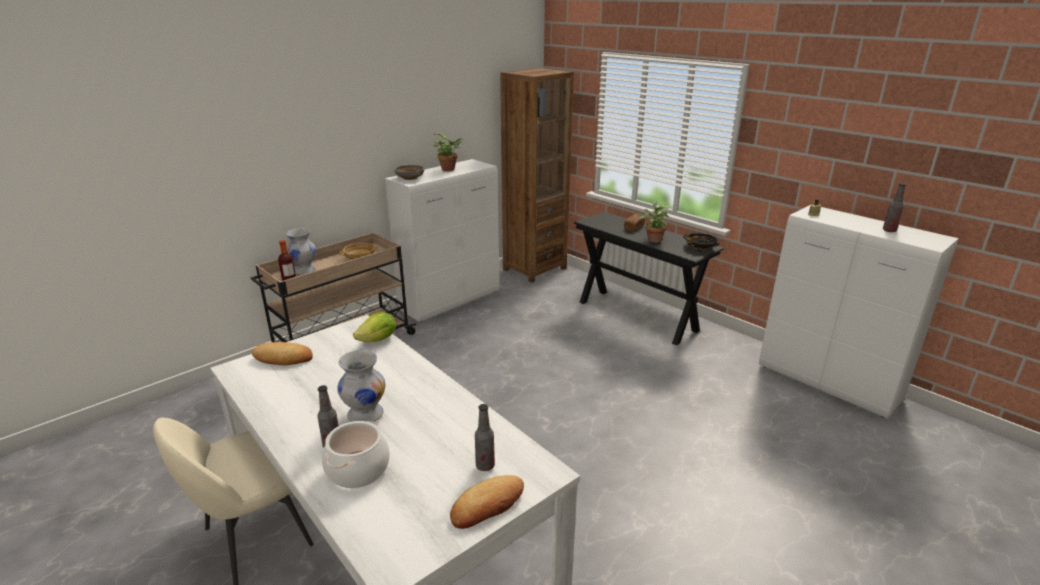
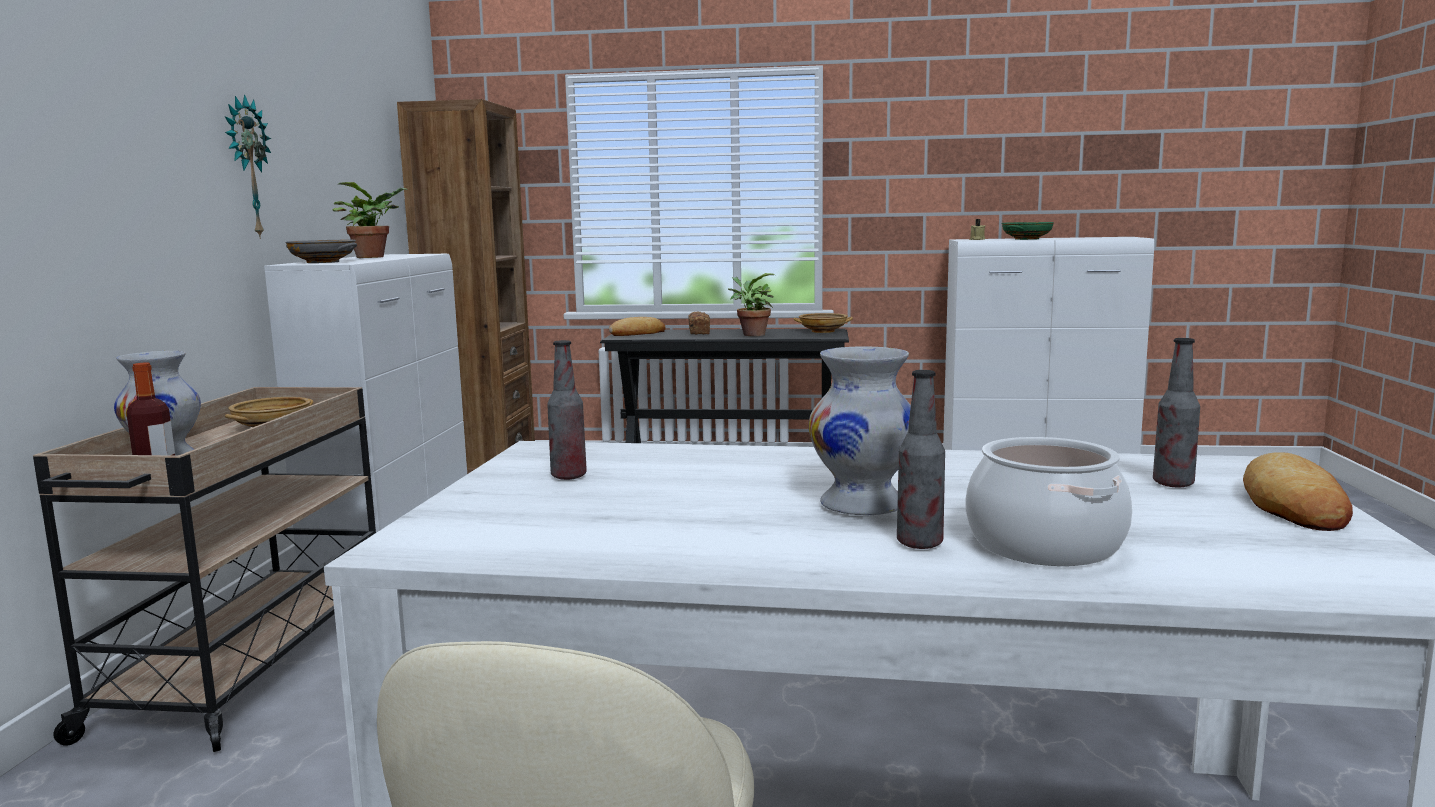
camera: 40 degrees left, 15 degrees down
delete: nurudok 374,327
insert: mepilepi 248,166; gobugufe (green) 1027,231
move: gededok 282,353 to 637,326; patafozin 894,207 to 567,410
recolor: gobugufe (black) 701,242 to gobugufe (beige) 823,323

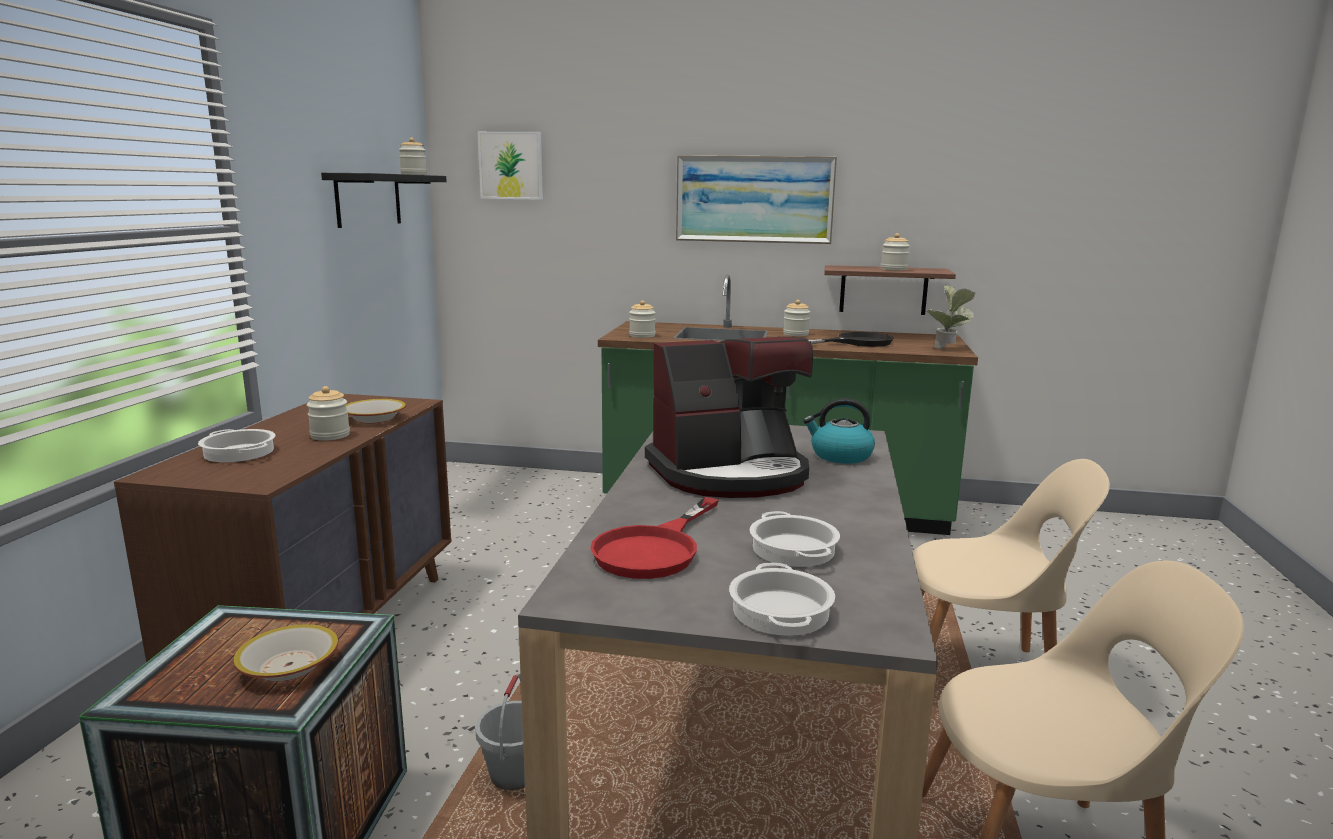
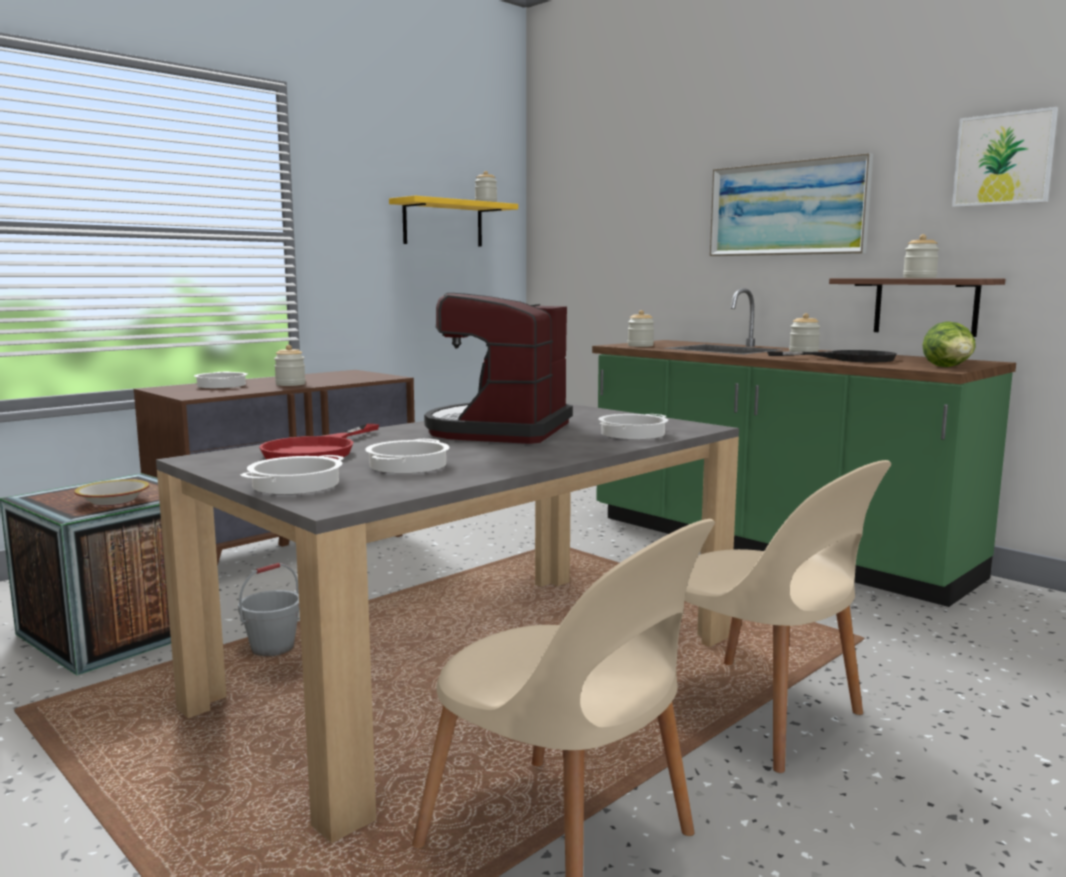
camera: 35 degrees right, 5 degrees down
delete: gobugufe 376,411
move: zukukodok 510,166 to 1005,157
replace: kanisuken 839,431 to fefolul 633,426; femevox 951,316 to nurudok 949,344
recolor: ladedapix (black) 384,200 to ladedapix (yellow) 453,221
rotate: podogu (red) 654,538 = 319,441 45 degrees counterclockwise; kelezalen 729,417 = 498,368 90 degrees clockwise

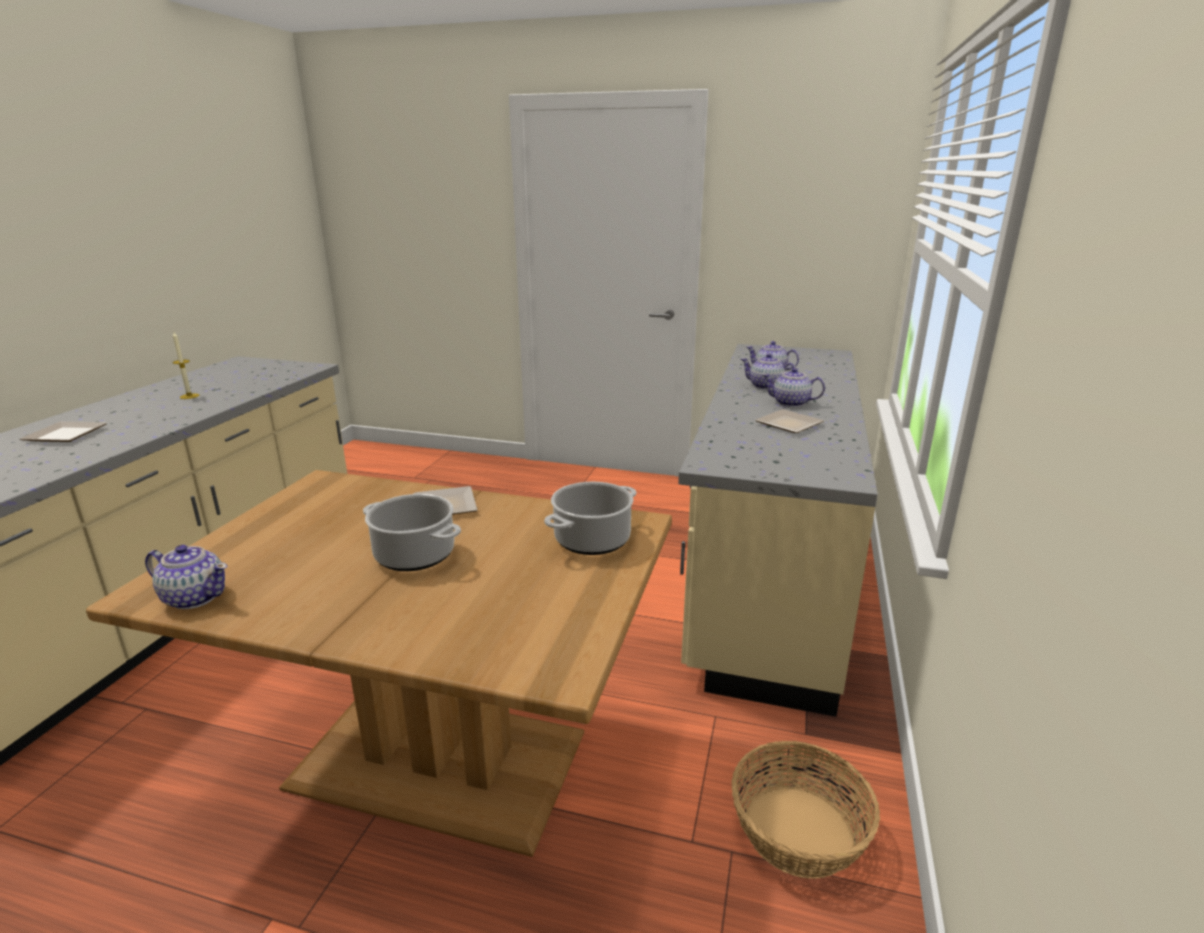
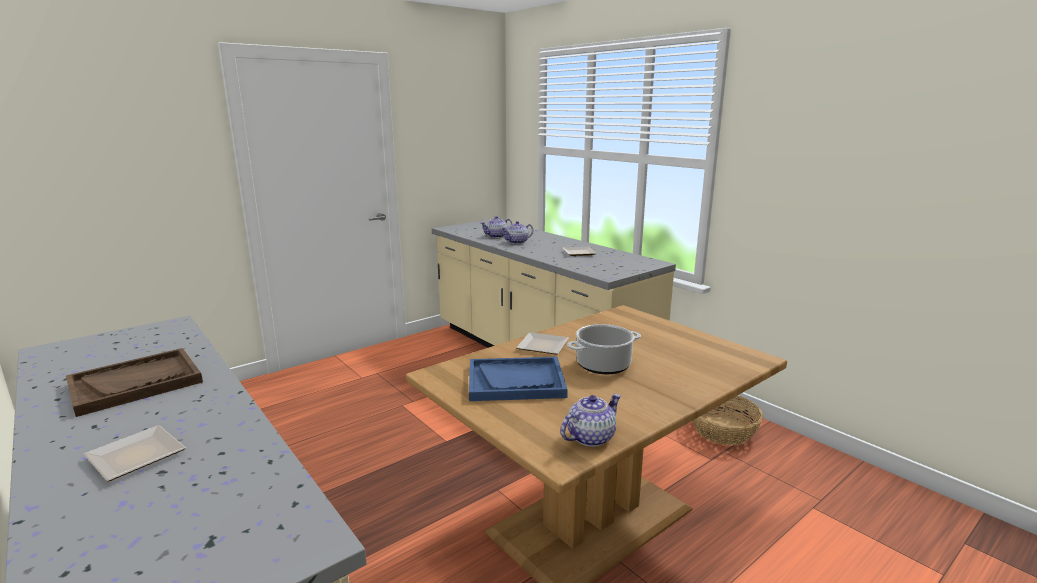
camera: 55 degrees left, 5 degrees down
delete: fefolul 590,518; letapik 793,387
insert: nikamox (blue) 518,379
replace: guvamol 185,365 to nikamox (brown) 134,382

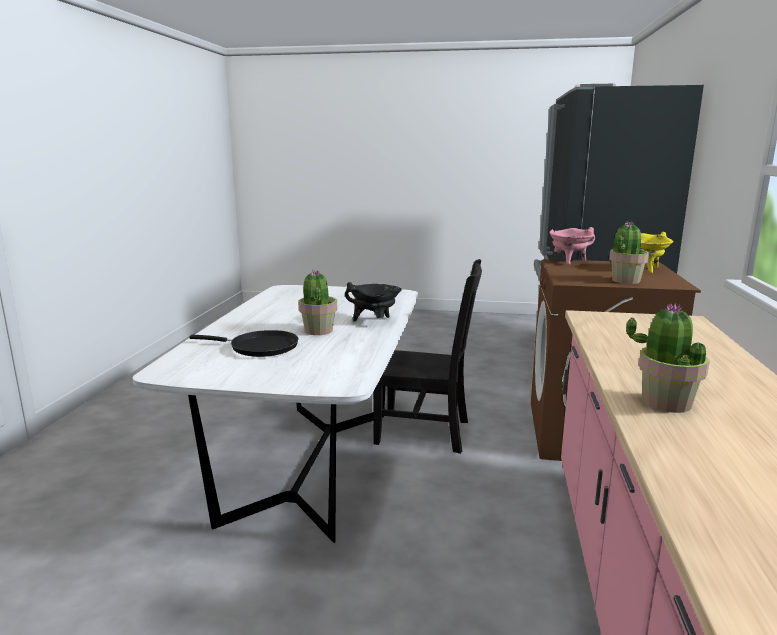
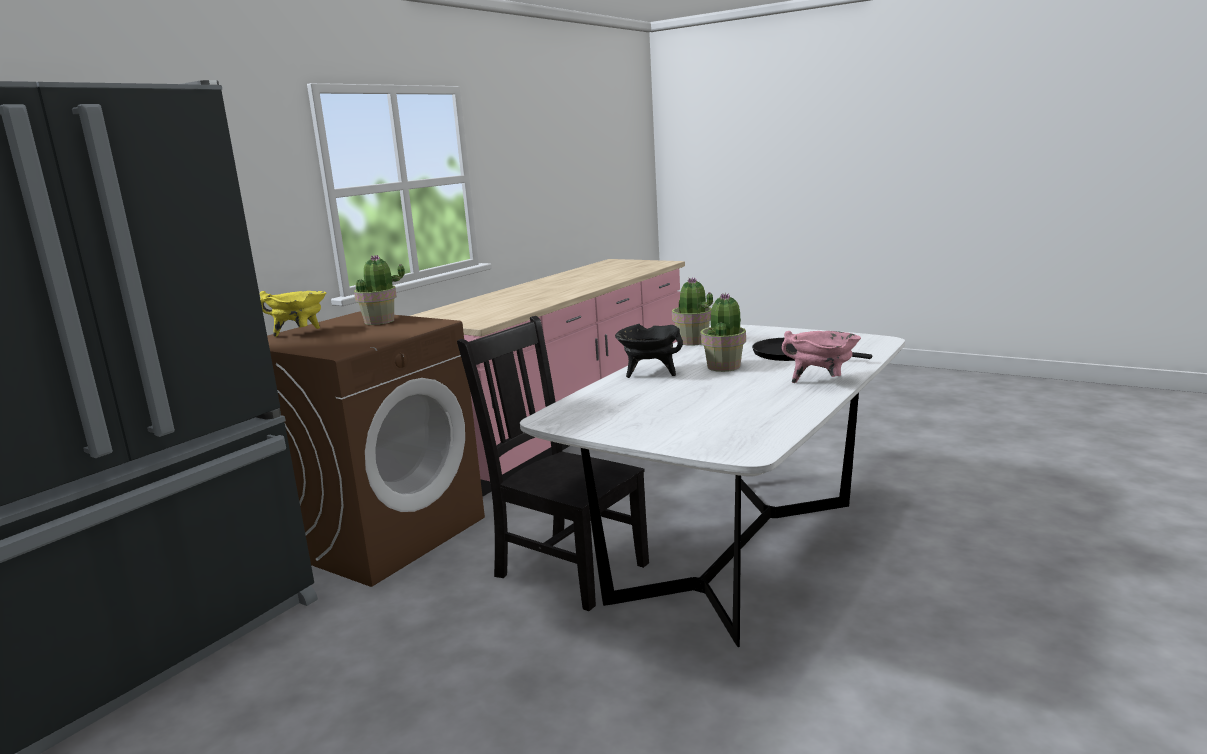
camera: 155 degrees left, 0 degrees up
move: fefolul (pink) 572,246 to 821,357; femevox 668,358 to 692,311

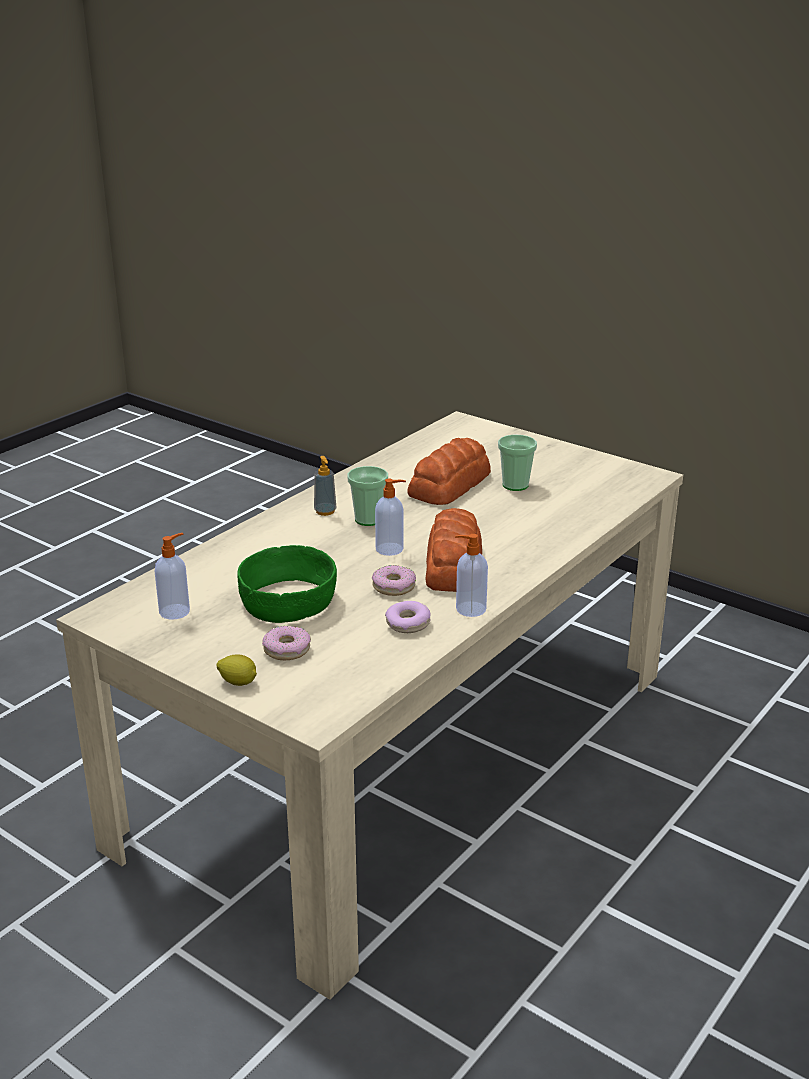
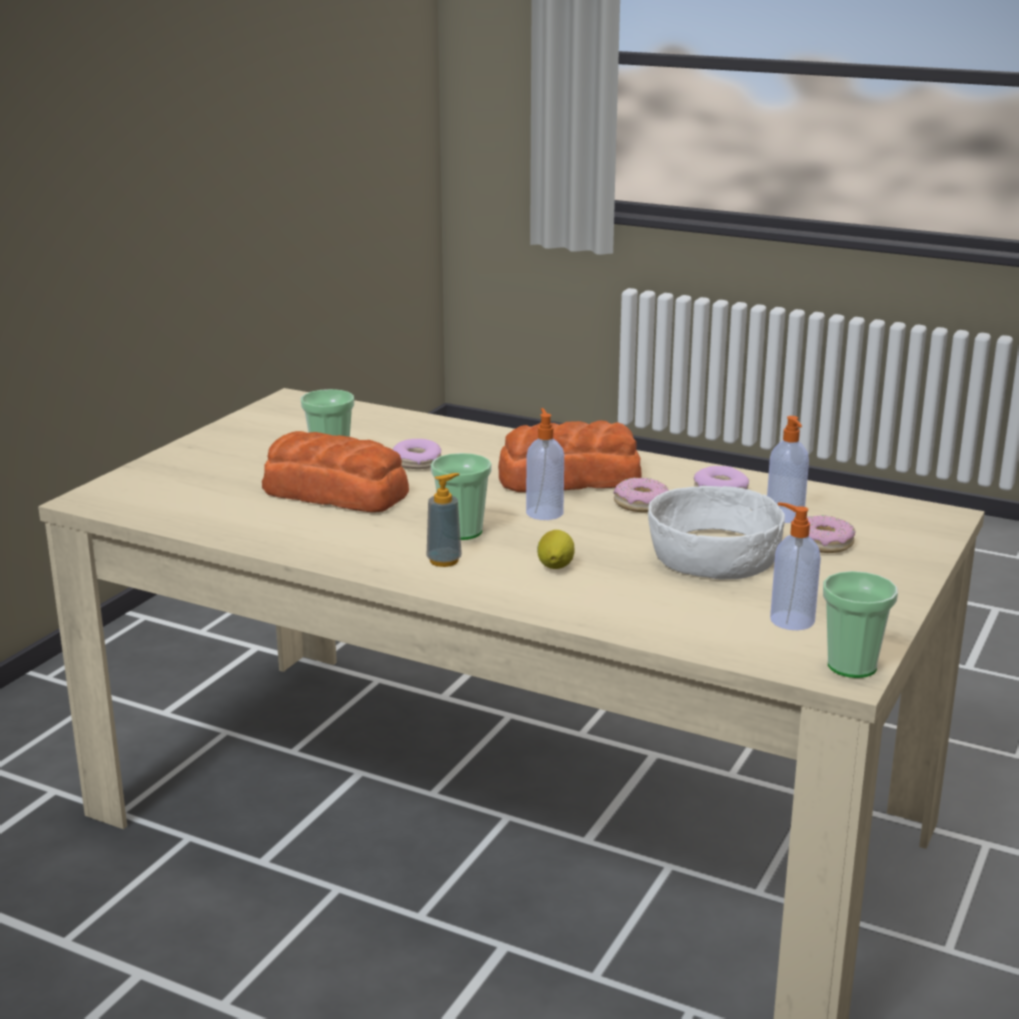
camera: 100 degrees left, 5 degrees down
insert: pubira 416,454; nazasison 860,624
move: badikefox 236,670 to 555,549; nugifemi 471,575 to 788,469
recolor: gobugufe (green) 287,584 to gobugufe (white) 716,532

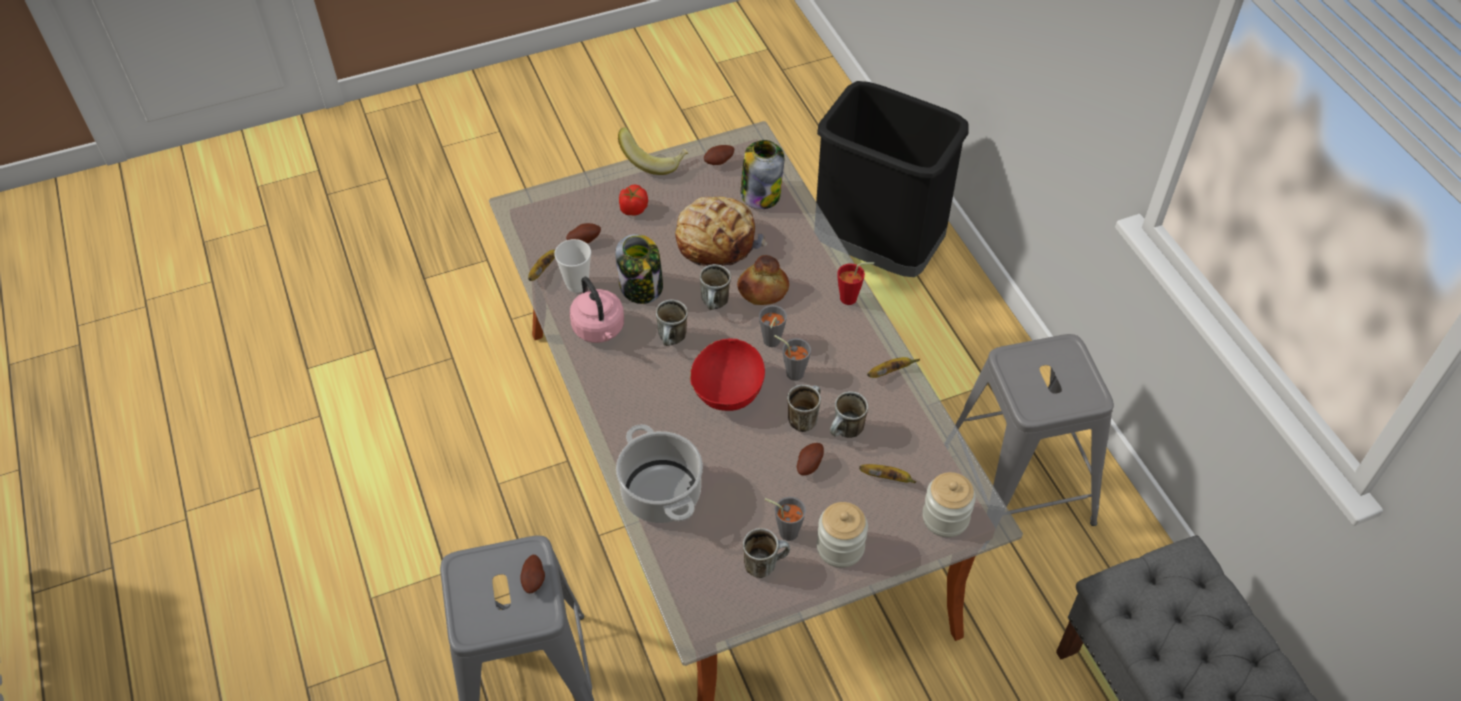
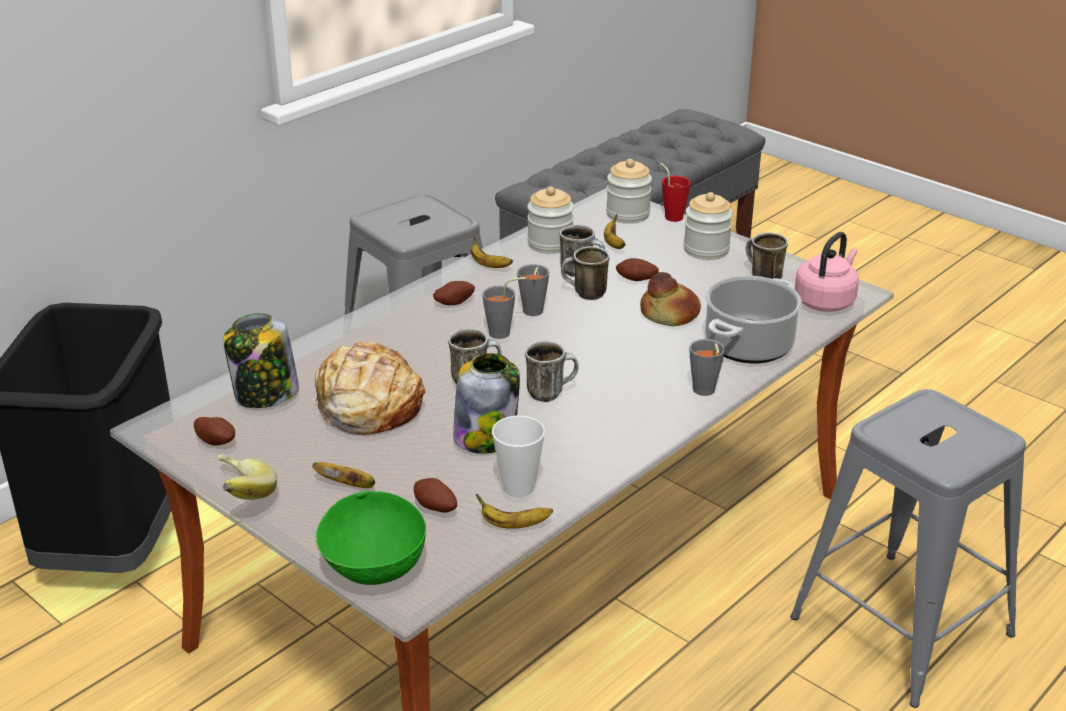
camera: 115 degrees left, 20 degrees down
delete: gobugufe (red) 727,374
insert: gobugufe (green) 371,538; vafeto 550,220
move: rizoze 532,574 to 454,293; kanisuken (pink) 597,310 to 827,272; gededok 763,280 to 670,299; nazasison (grey) 785,519 to 707,367; nazasison (red) 855,283 to 675,192
replace: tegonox 633,200 to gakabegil 343,475

